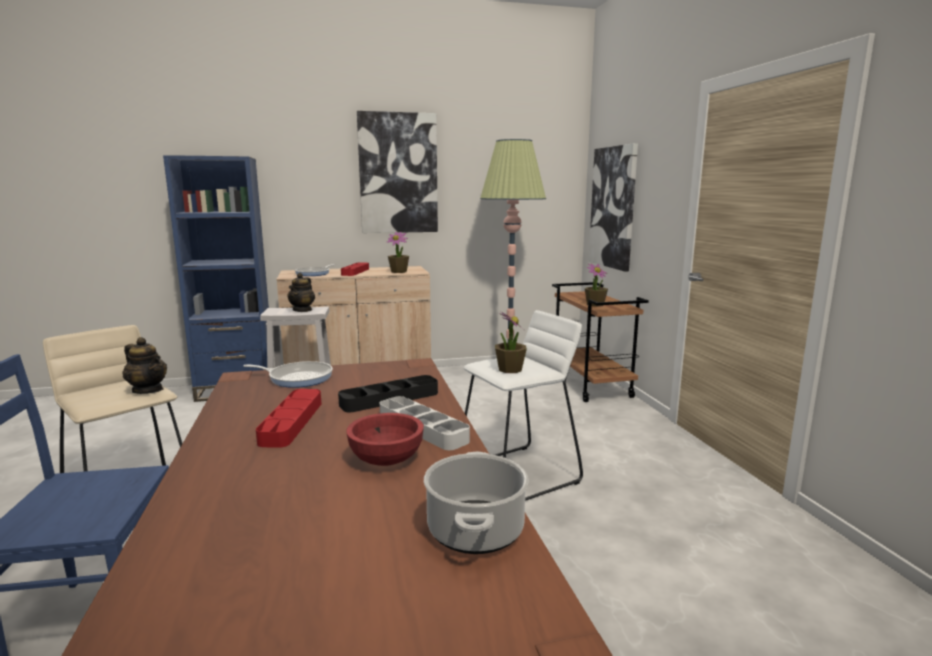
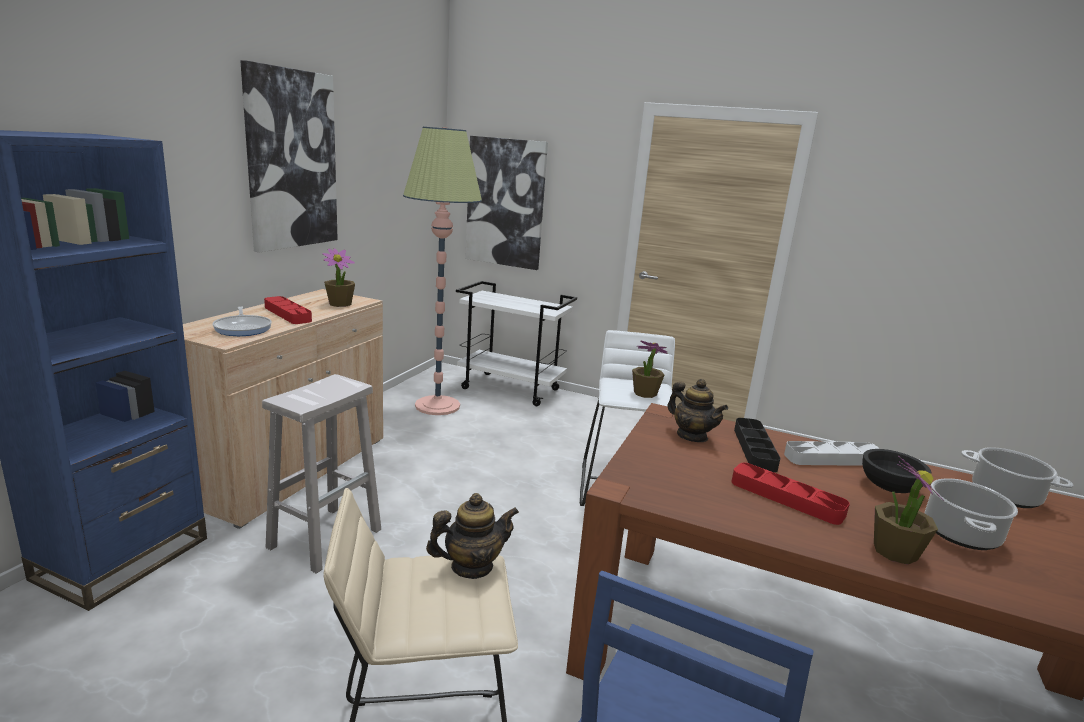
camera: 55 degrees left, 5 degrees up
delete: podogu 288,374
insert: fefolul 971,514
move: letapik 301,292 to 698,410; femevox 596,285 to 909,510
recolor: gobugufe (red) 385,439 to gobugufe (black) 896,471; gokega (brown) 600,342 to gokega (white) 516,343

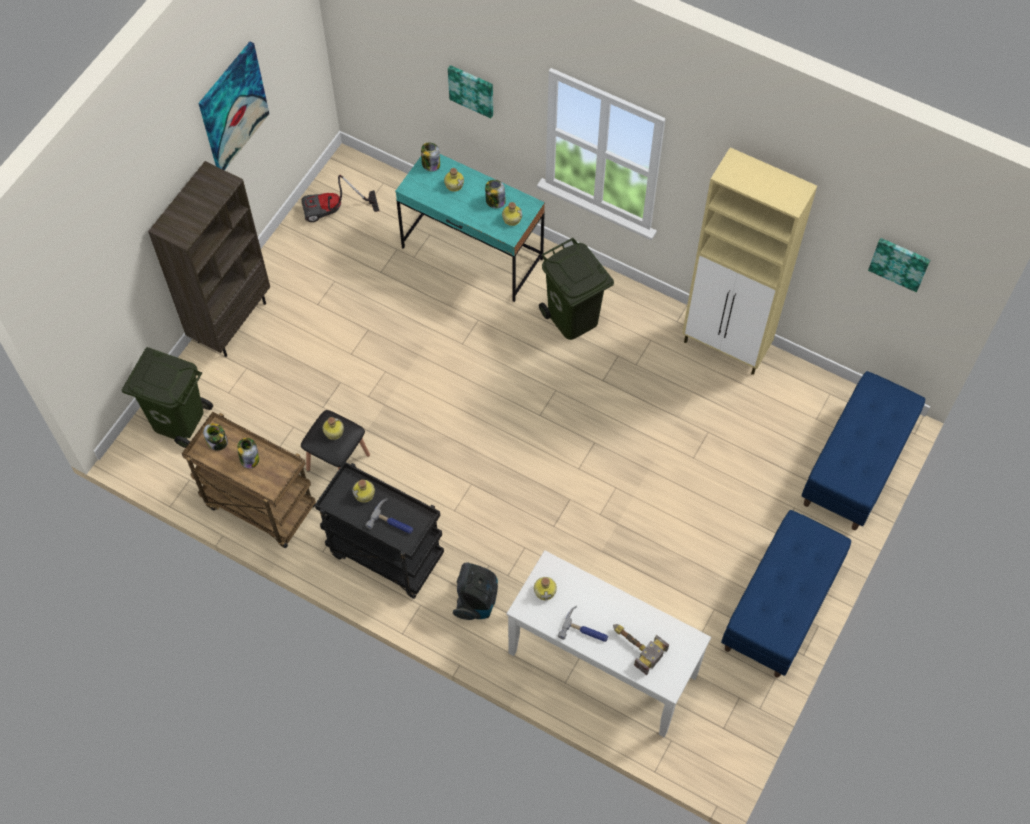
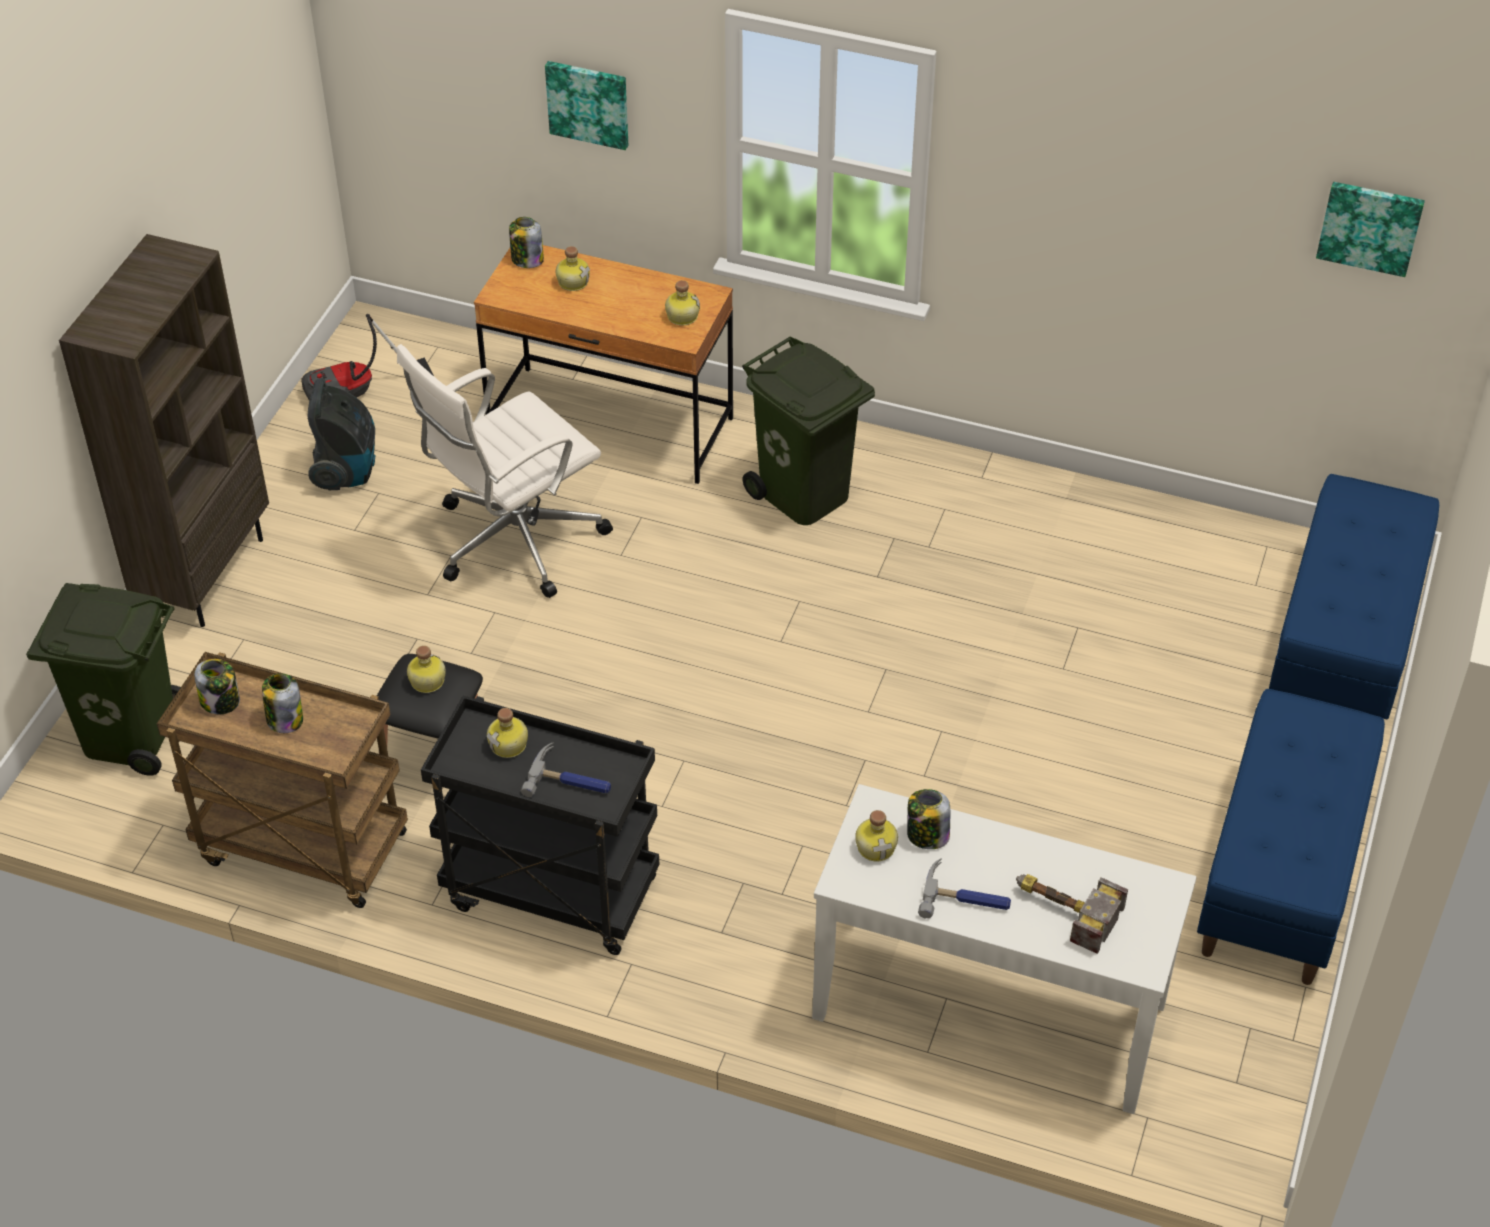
camera: 10 degrees left, 15 degrees down
delete: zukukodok 233,106; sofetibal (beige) 749,261
insert: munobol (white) 505,471
move: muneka 475,591 to 342,434; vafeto 495,194 to 928,819
recolor: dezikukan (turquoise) 470,228 to dezikukan (brown) 603,364

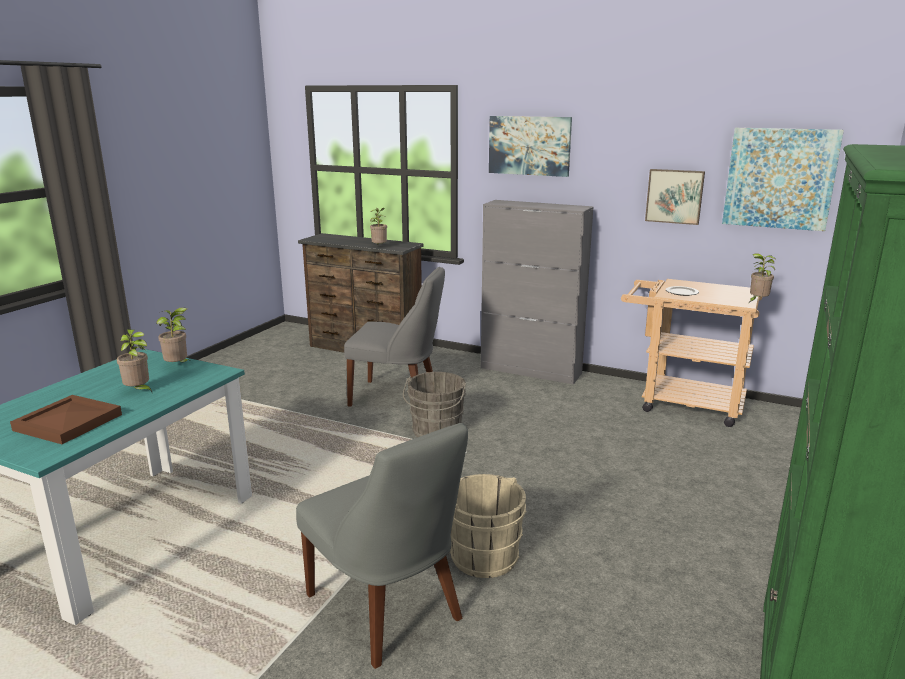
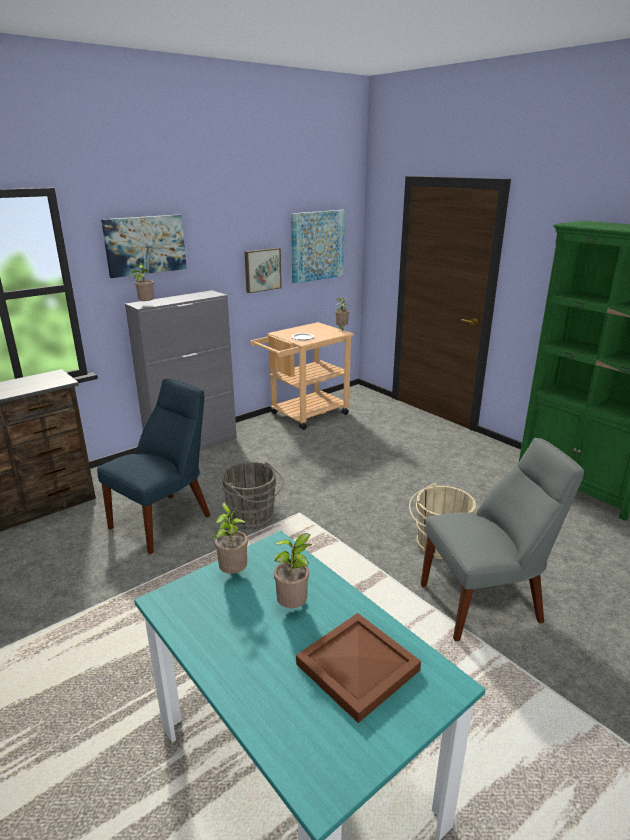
camera: 65 degrees left, 5 degrees up
move: femevox 378,226 to 142,283
recolor: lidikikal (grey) 394,336 to lidikikal (blue) 154,466

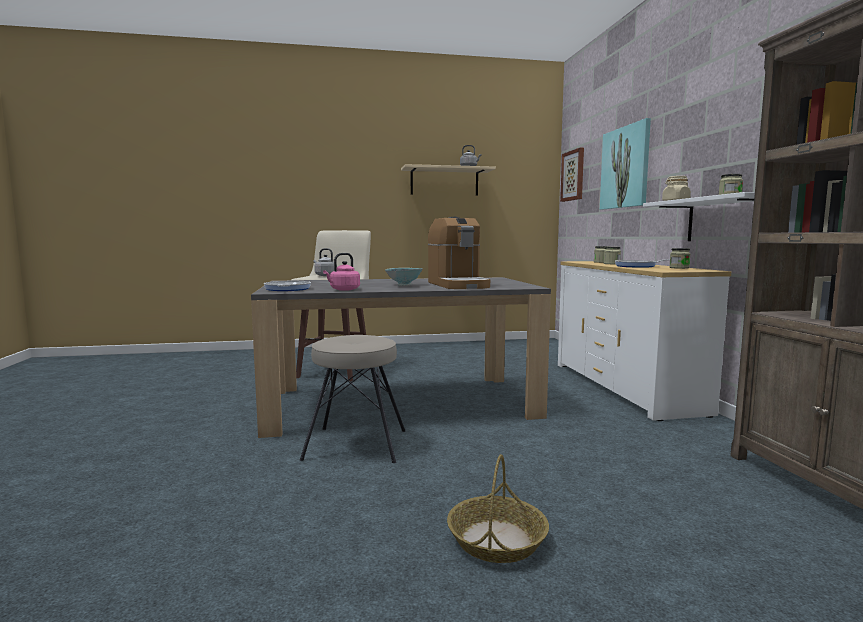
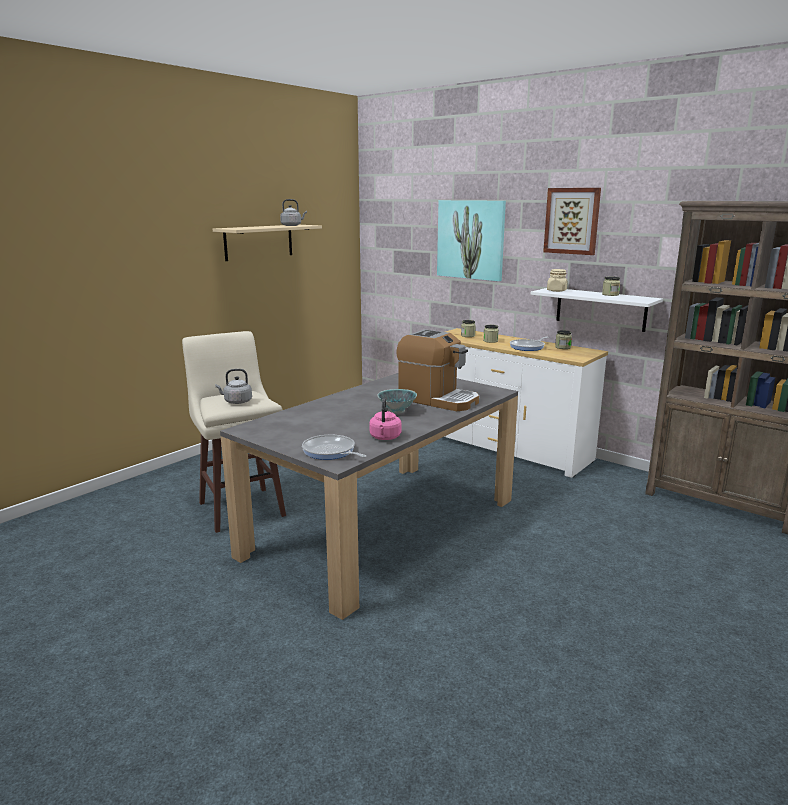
camera: 40 degrees left, 10 degrees up
delete: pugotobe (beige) 352,399; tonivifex 498,508
move: zukukodok 572,175 to 572,221

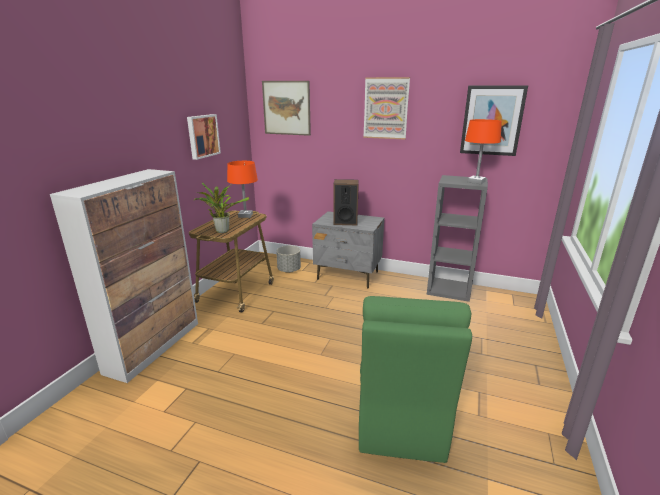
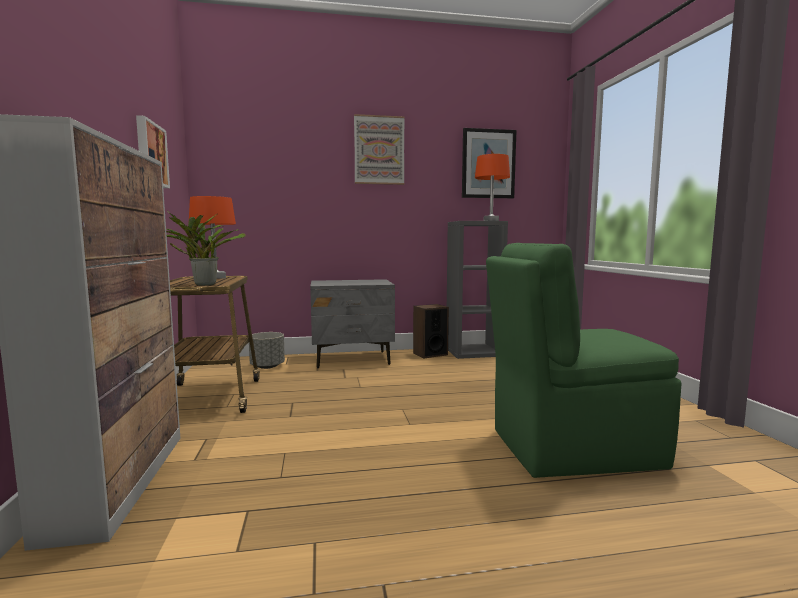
camera: 30 degrees left, 15 degrees down
delete: zukukodok 286,108
move: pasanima 346,202 to 431,331
rotate: lidikikal (green) 415,379 = 583,360 105 degrees clockwise

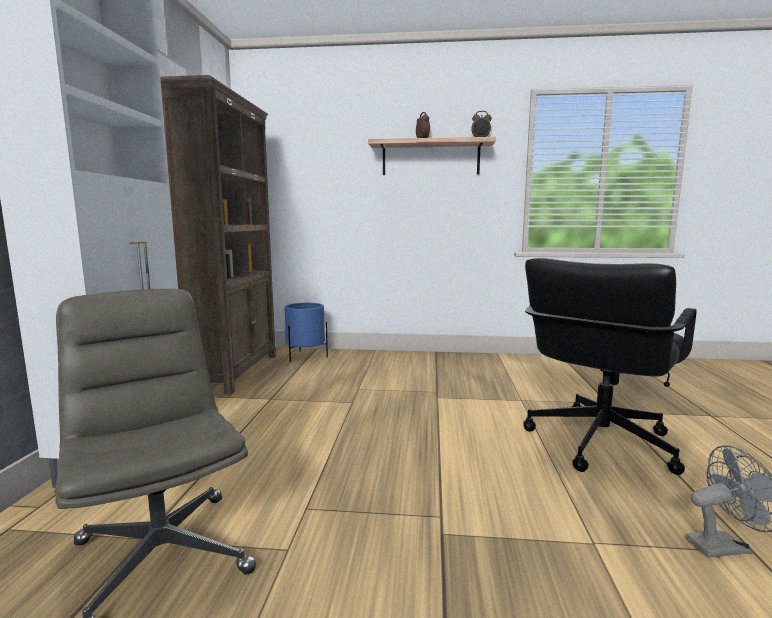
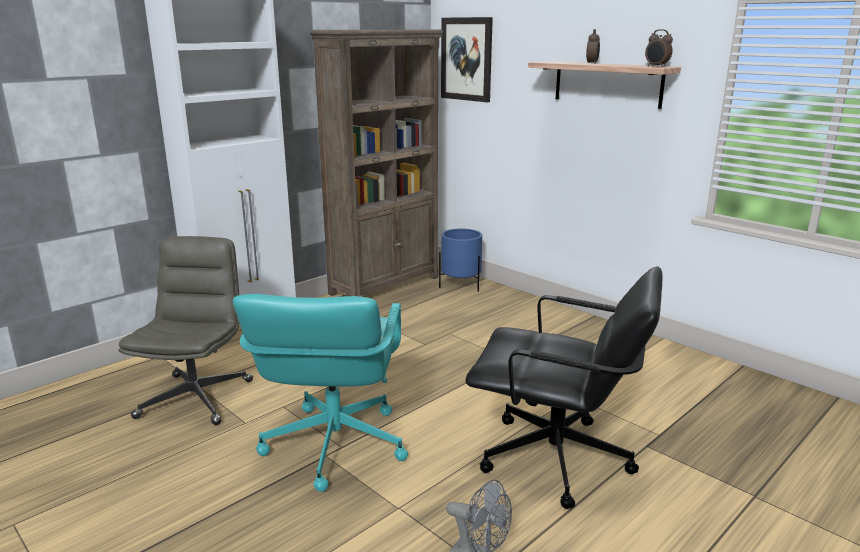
camera: 40 degrees right, 10 degrees up
insert: munobol (turquoise) 320,393; zukukodok 467,59
rotate: munobol (black) 610,366 = 564,387 150 degrees counterclockwise

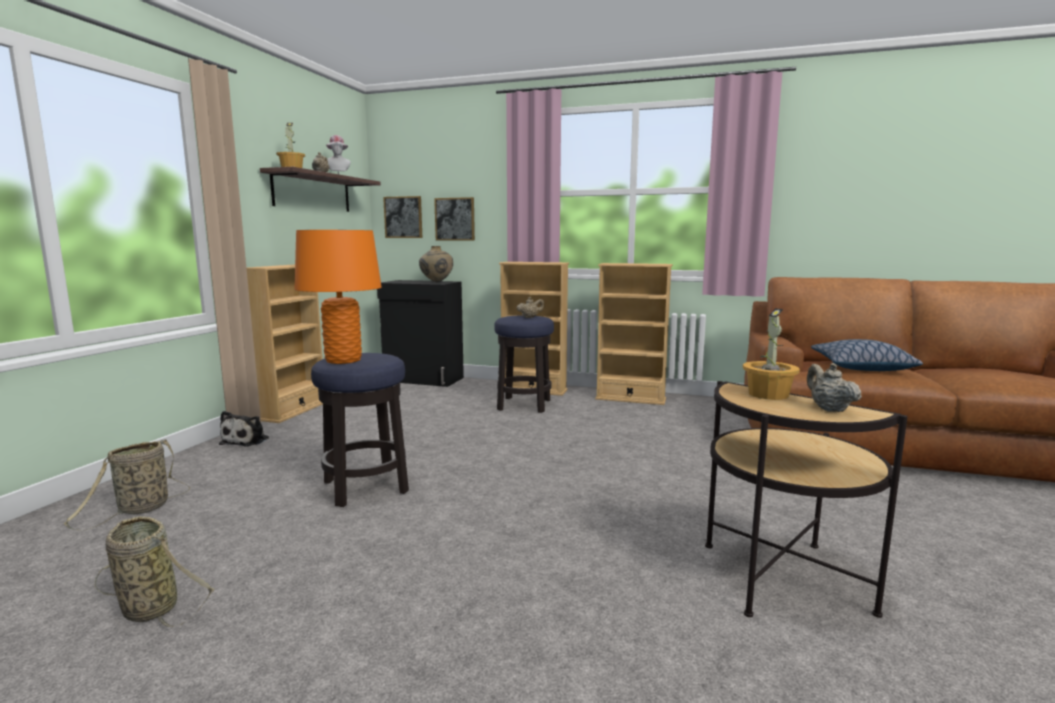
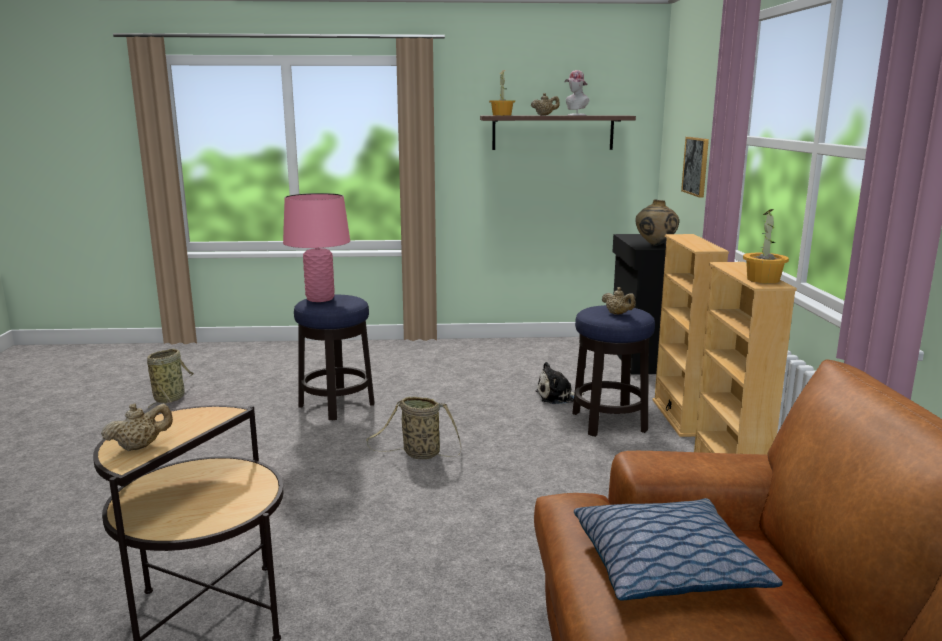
camera: 70 degrees right, 5 degrees up
delete: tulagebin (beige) 285,343; zukukodok 402,217
move: tonivifex 127,485 to 414,427; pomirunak 244,429 to 560,383; femevox 771,354 to 766,246
recolor: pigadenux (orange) 338,297 to pigadenux (pink) 316,247

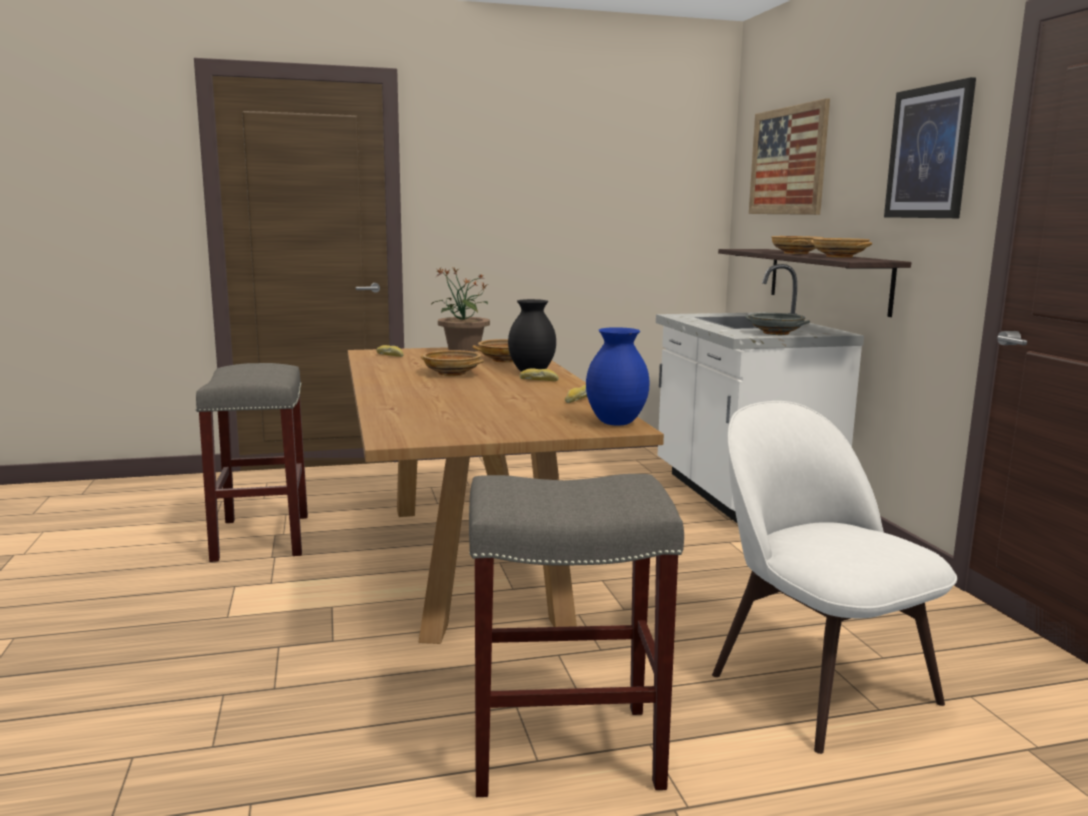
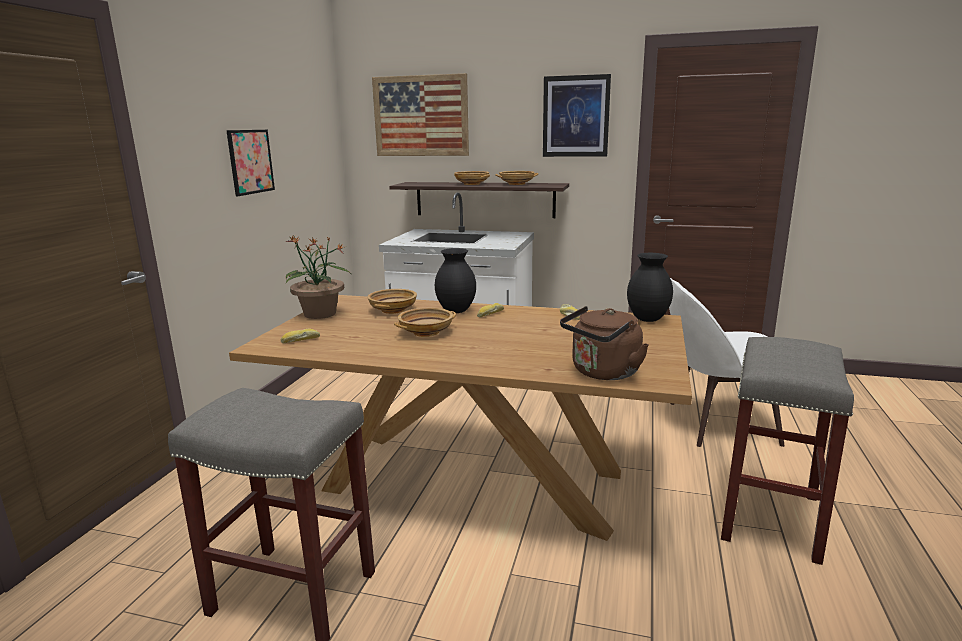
camera: 60 degrees left, 5 degrees up
delete: gobugufe (grey) 778,324
insert: zukukodok 250,163; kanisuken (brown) 604,343
recolor: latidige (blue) 618,376 to latidige (black) 650,287

